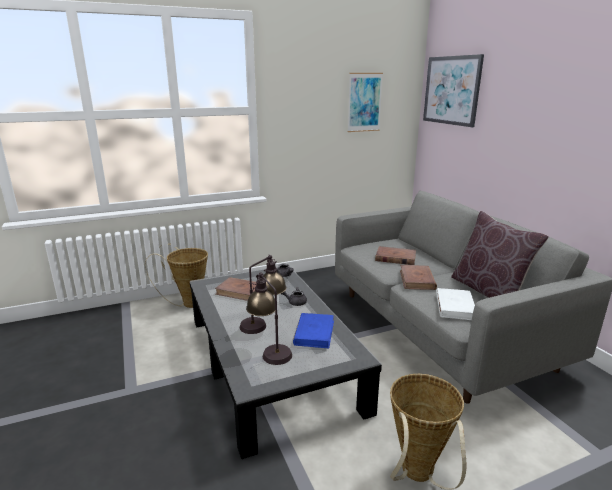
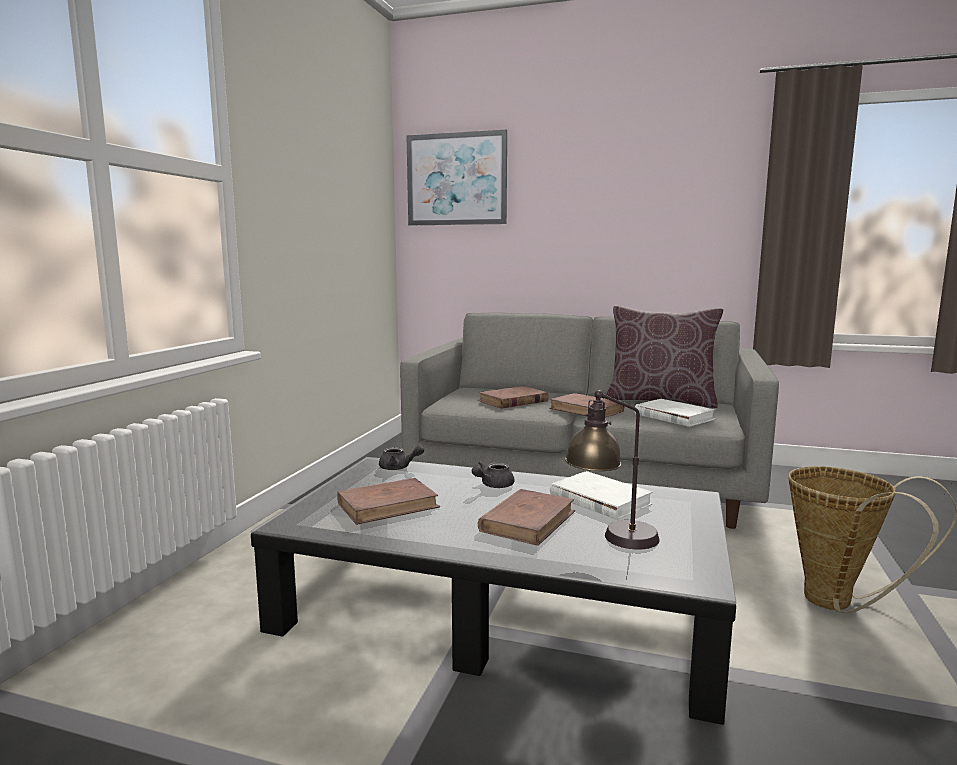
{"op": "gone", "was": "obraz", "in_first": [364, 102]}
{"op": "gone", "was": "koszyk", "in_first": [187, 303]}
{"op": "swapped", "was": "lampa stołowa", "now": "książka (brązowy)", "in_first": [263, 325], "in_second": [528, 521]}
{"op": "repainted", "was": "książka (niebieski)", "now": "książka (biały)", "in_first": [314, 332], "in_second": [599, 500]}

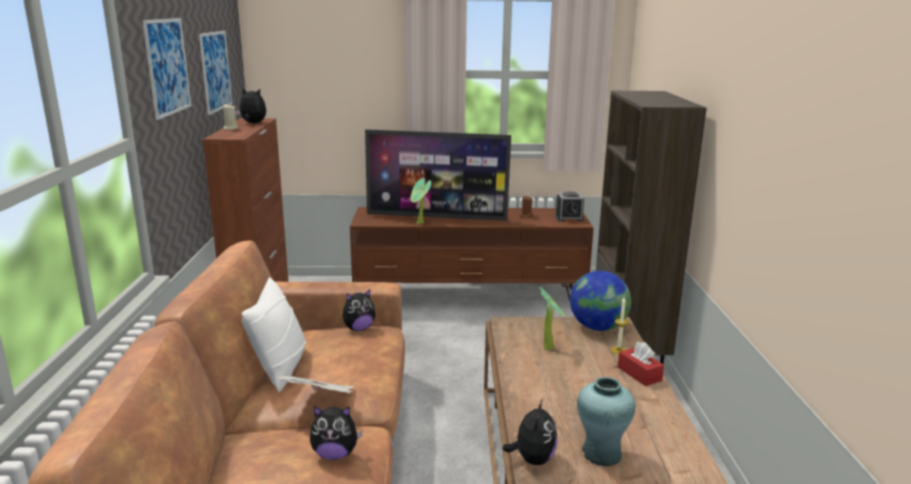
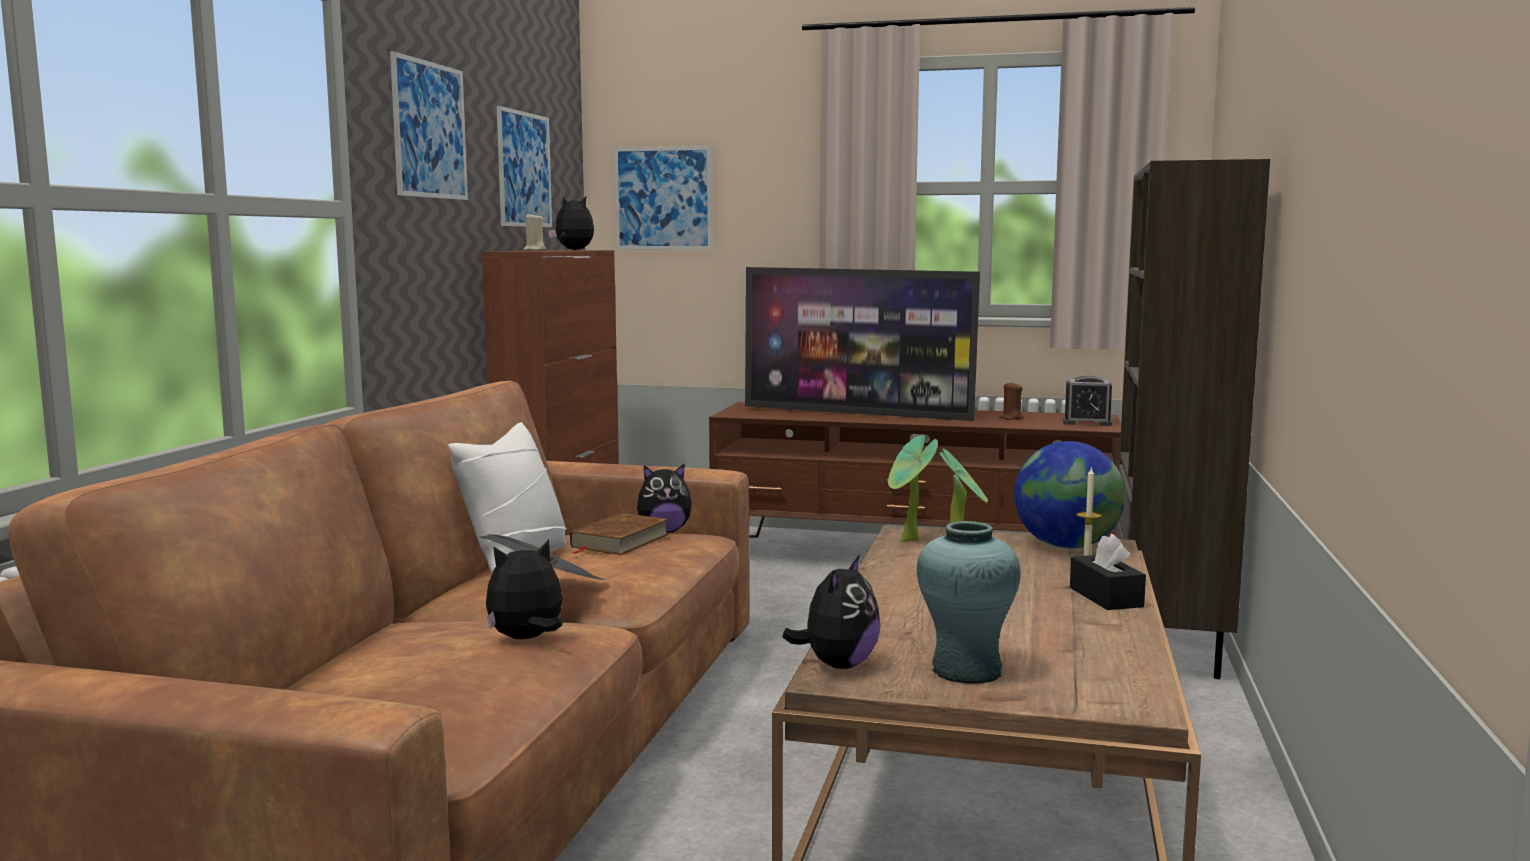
{"op": "shifted", "was": "roślina doniczkowa", "in_first": [420, 223], "in_second": [909, 541]}
{"op": "repainted", "was": "pudełko chusteczek (czerwony)", "now": "pudełko chusteczek (czarny)", "in_first": [639, 374], "in_second": [1105, 597]}
{"op": "rotated", "was": "pluszak", "in_first": [335, 454], "in_second": [527, 639], "clockwise": 135}
{"op": "new", "now": "obraz", "in_second": [663, 198]}
{"op": "new", "now": "książka (brązowy)", "in_second": [619, 541]}

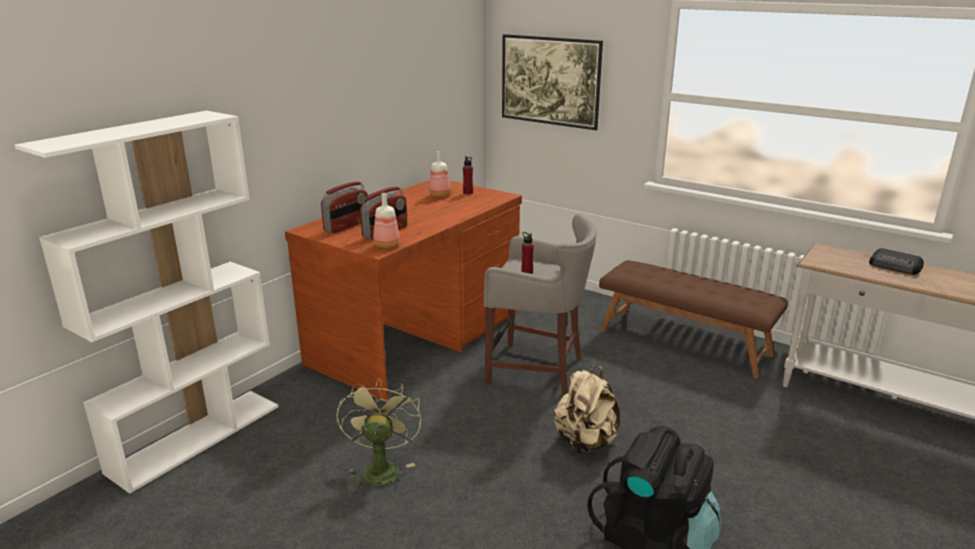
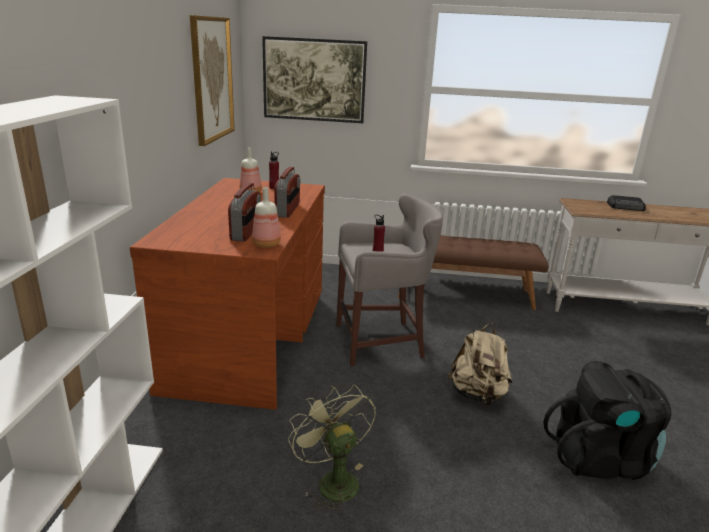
{"op": "shifted", "was": "radio", "in_first": [347, 226], "in_second": [288, 210]}
{"op": "new", "now": "obraz", "in_second": [211, 79]}

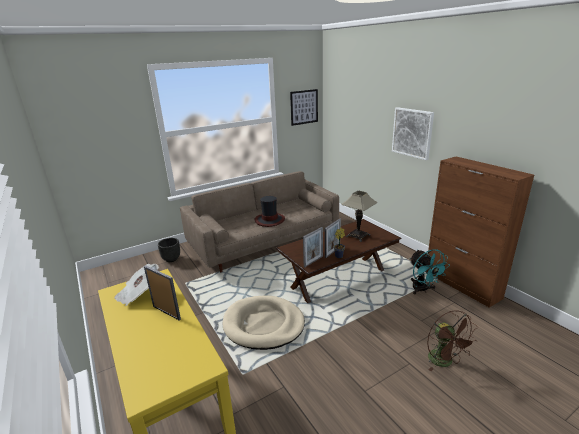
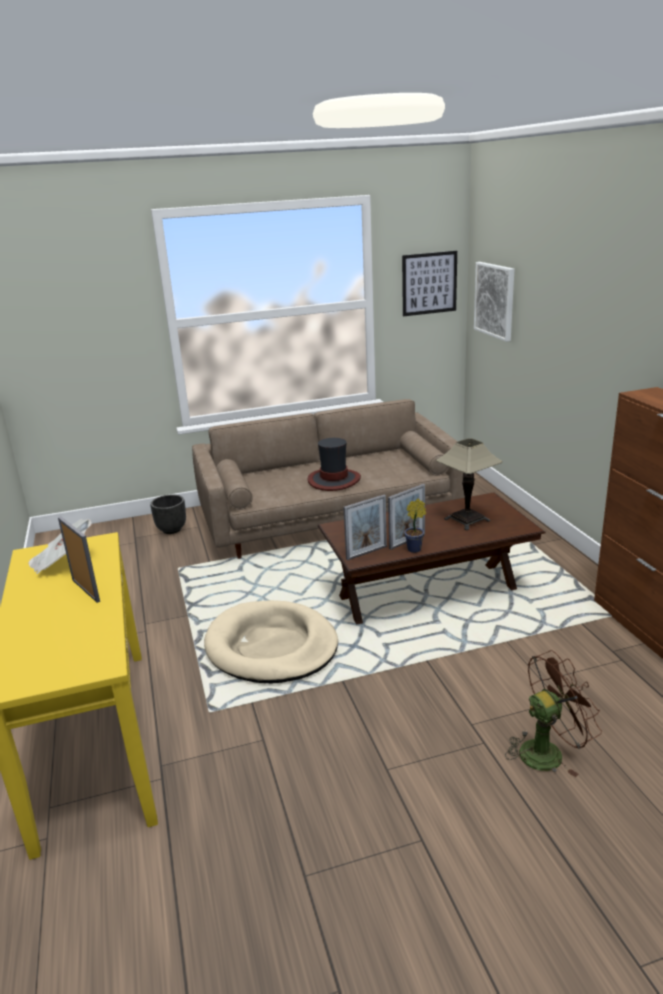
{"op": "shifted", "was": "obraz", "in_first": [412, 133], "in_second": [495, 300]}
{"op": "gone", "was": "wentylator (turkusowy)", "in_first": [423, 290]}
{"op": "rotated", "was": "wentylator (brązowy)", "in_first": [444, 362], "in_second": [548, 751], "clockwise": -105}

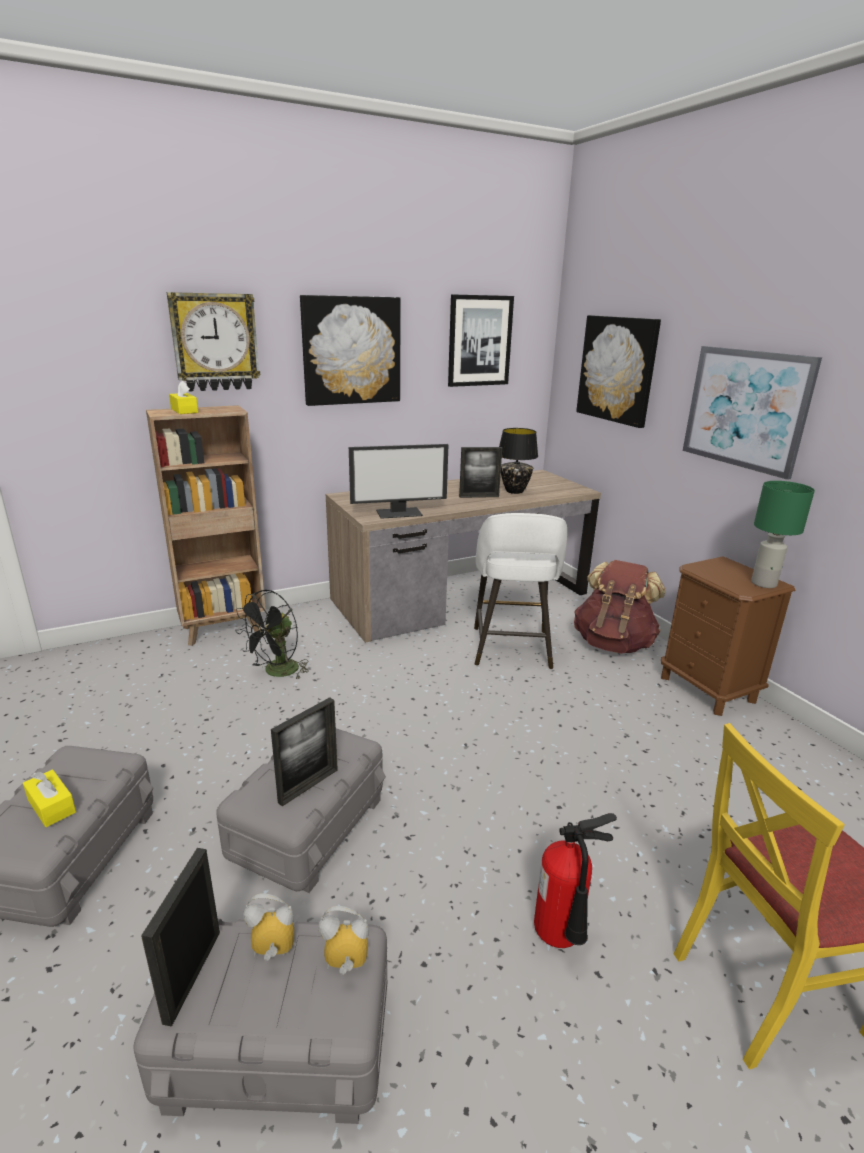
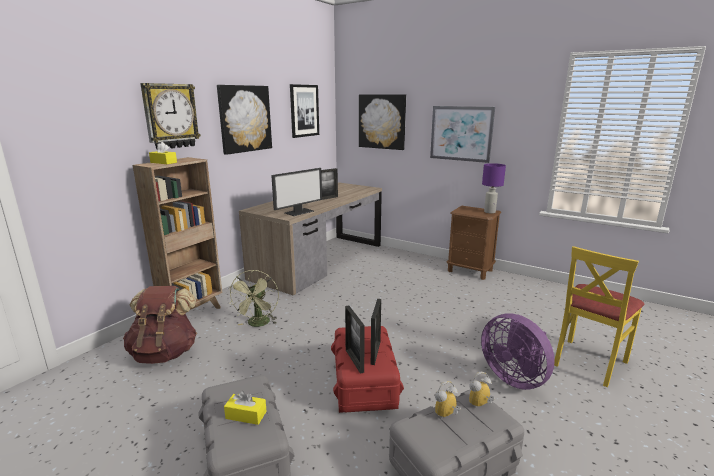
{"op": "gone", "was": "lampa stołowa (czarny)", "in_first": [514, 491]}
{"op": "repainted", "was": "lampa stołowa (zielony)", "now": "lampa stołowa (fioletowy)", "in_first": [763, 583], "in_second": [489, 212]}
{"op": "gone", "was": "stołek (biały)", "in_first": [511, 649]}
{"op": "shifted", "was": "plecak (brązowy)", "in_first": [613, 643], "in_second": [165, 353]}
{"op": "repainted", "was": "wentylator (czarny)", "now": "wentylator (zielony)", "in_first": [277, 672], "in_second": [258, 324]}
{"op": "repainted", "was": "pojemnik do przechowywania (szary)", "now": "pojemnik do przechowywania (czerwony)", "in_first": [307, 825], "in_second": [363, 383]}
{"op": "swapped", "was": "gaśnica", "now": "wentylator (fioletowy)", "in_first": [562, 938], "in_second": [514, 377]}
{"op": "shifted", "was": "ramka na zdjęcie", "in_first": [192, 975], "in_second": [354, 361]}

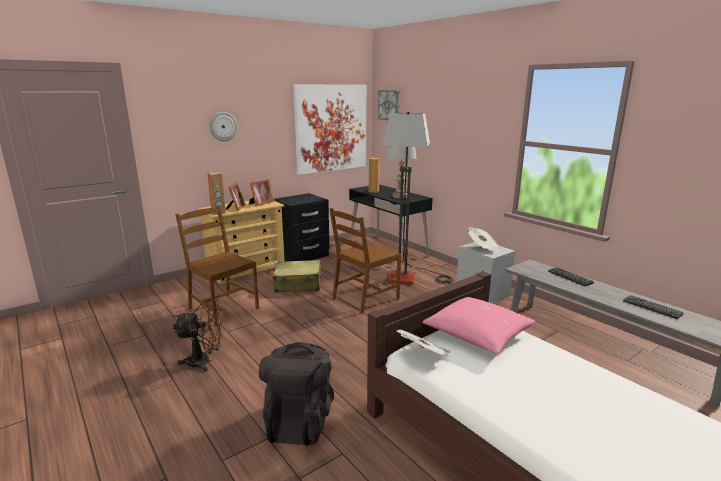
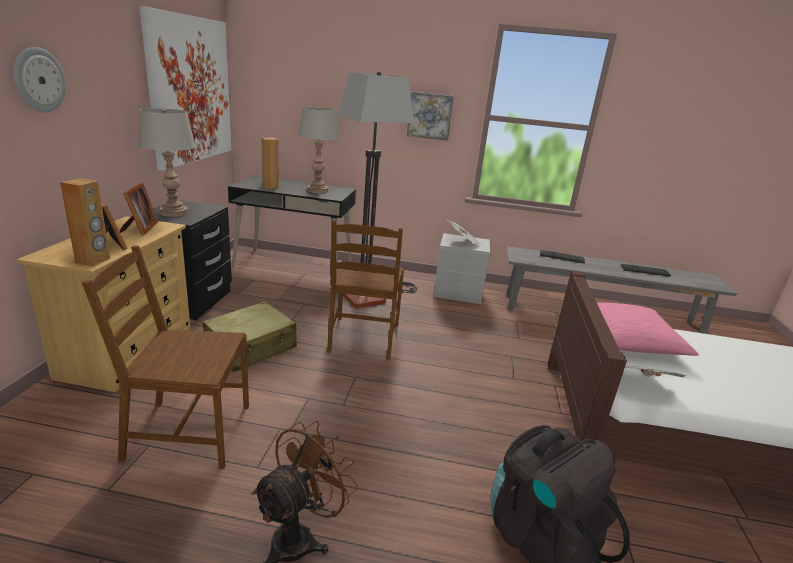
{"op": "shifted", "was": "obraz", "in_first": [389, 105], "in_second": [430, 116]}
{"op": "new", "now": "lampa stołowa (szary)", "in_second": [174, 213]}

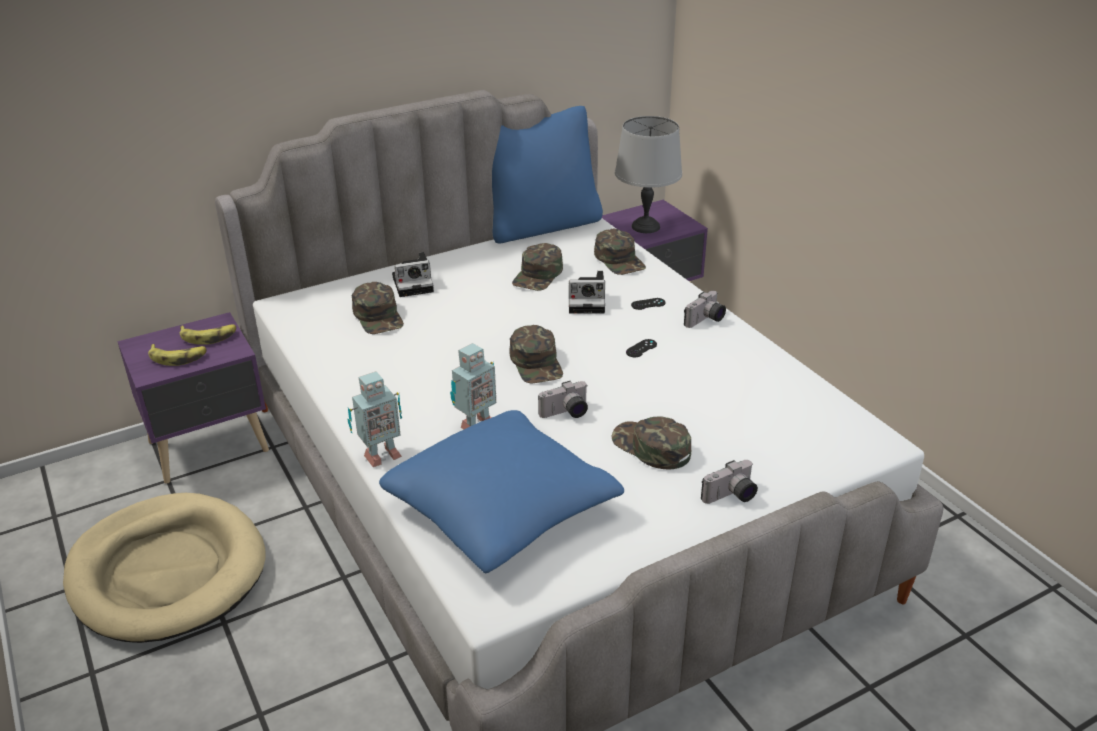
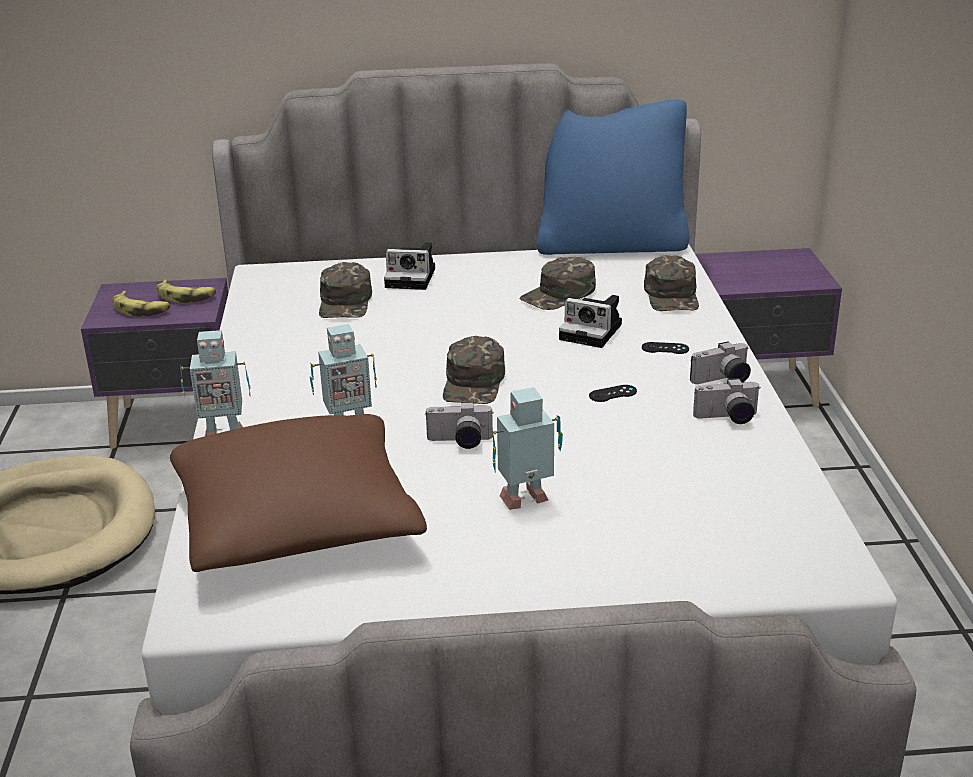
{"op": "gone", "was": "lampa stołowa (szary)", "in_first": [646, 227]}
{"op": "repainted", "was": "poduszka (niebieski)", "now": "poduszka (brązowy)", "in_first": [501, 510], "in_second": [297, 522]}
{"op": "swapped", "was": "czapka z daszkiem (zielony)", "now": "robot zabawkowy", "in_first": [650, 447], "in_second": [527, 501]}
{"op": "shifted", "was": "aparat fotograficzny", "in_first": [731, 497], "in_second": [727, 418]}

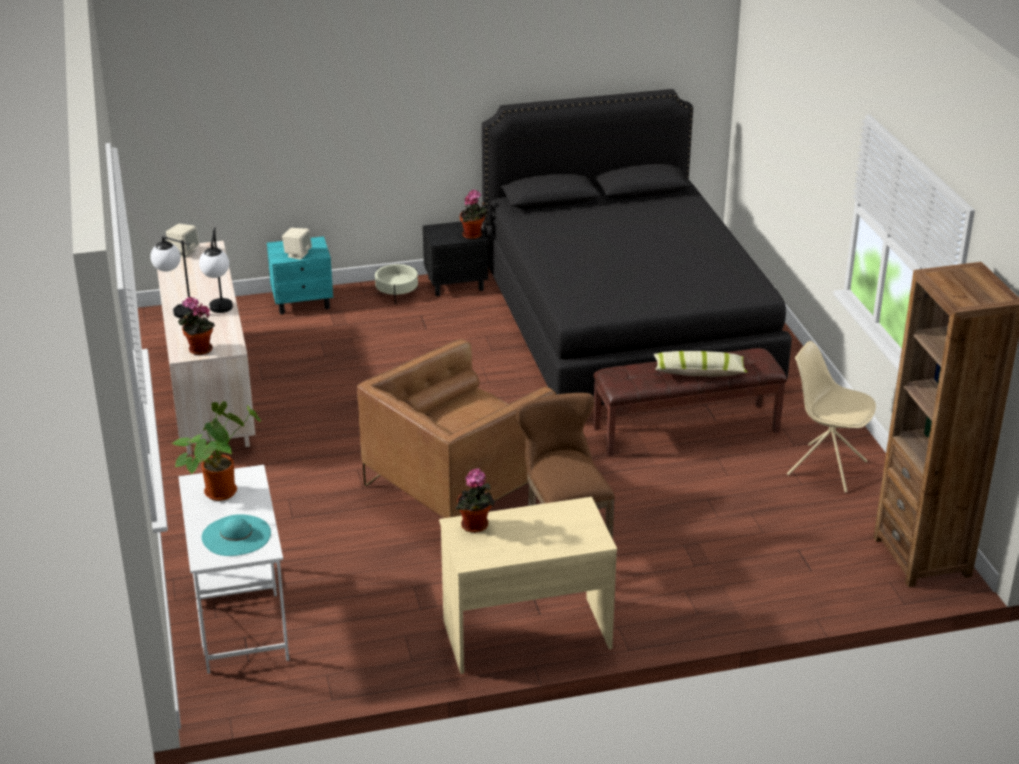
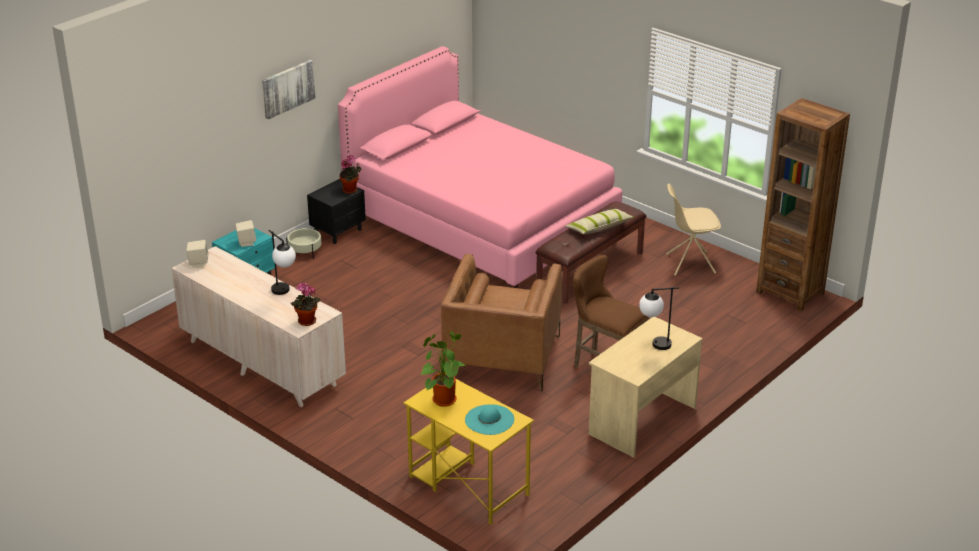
{"op": "repainted", "was": "łóżko (czarny)", "now": "łóżko (różowy)", "in_first": [624, 328], "in_second": [481, 222]}
{"op": "shifted", "was": "lampa stołowa", "in_first": [177, 310], "in_second": [654, 345]}
{"op": "repainted", "was": "biurko (biały)", "now": "biurko (żółty)", "in_first": [240, 617], "in_second": [467, 485]}
{"op": "gone", "was": "roślina doniczkowa", "in_first": [475, 527]}
{"op": "new", "now": "obraz", "in_second": [288, 88]}

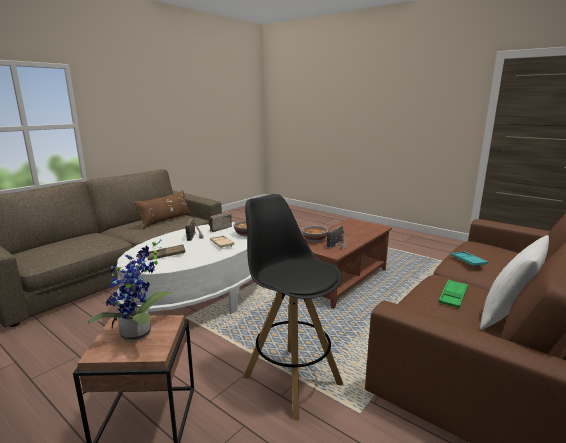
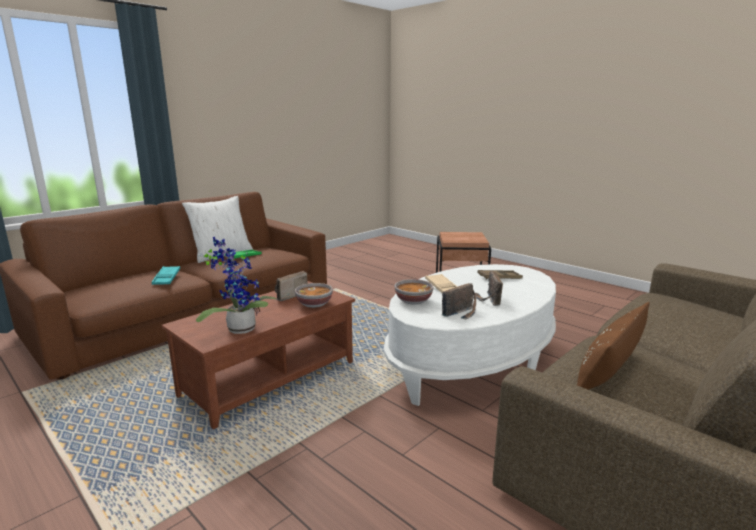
{"op": "gone", "was": "stołek (czarny)", "in_first": [291, 379]}
{"op": "shifted", "was": "roślina doniczkowa", "in_first": [139, 335], "in_second": [239, 328]}

